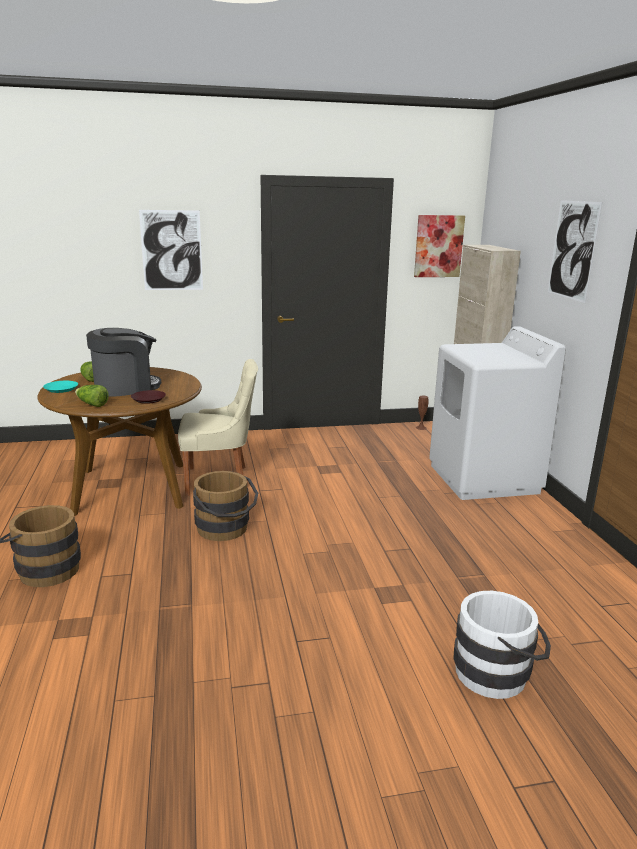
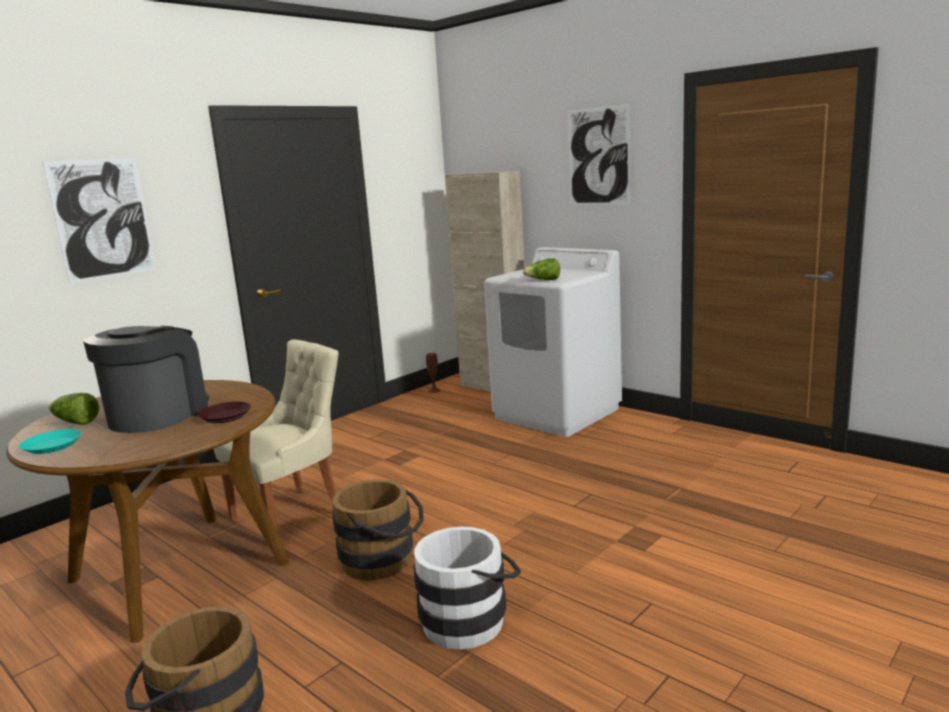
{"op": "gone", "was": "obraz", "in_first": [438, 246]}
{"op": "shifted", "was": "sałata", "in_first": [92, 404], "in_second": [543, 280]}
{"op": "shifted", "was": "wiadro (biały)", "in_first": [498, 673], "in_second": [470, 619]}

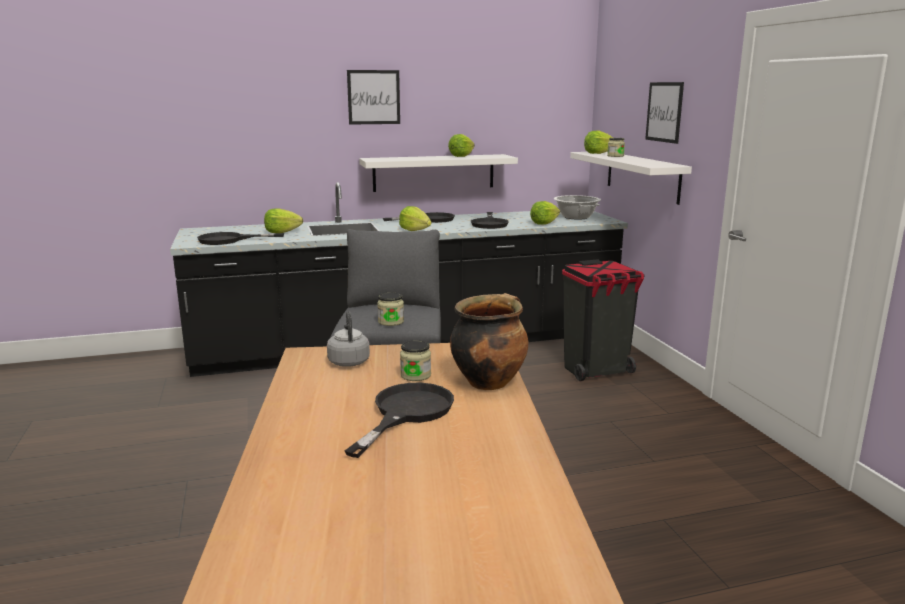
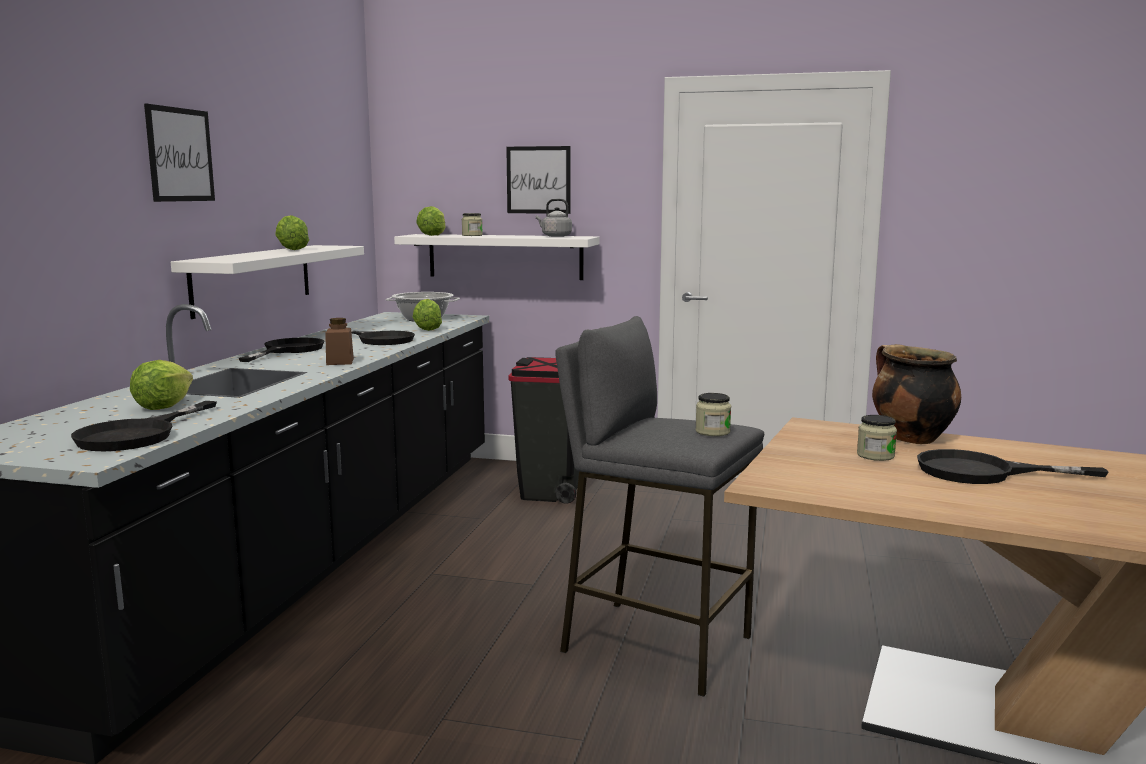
{"op": "swapped", "was": "sałata", "now": "słoik (brązowy)", "in_first": [415, 230], "in_second": [340, 361]}
{"op": "shifted", "was": "czajnik (szary)", "in_first": [349, 361], "in_second": [555, 236]}
{"op": "rotated", "was": "patelnia (czarny)", "in_first": [406, 413], "in_second": [982, 472], "clockwise": -45}

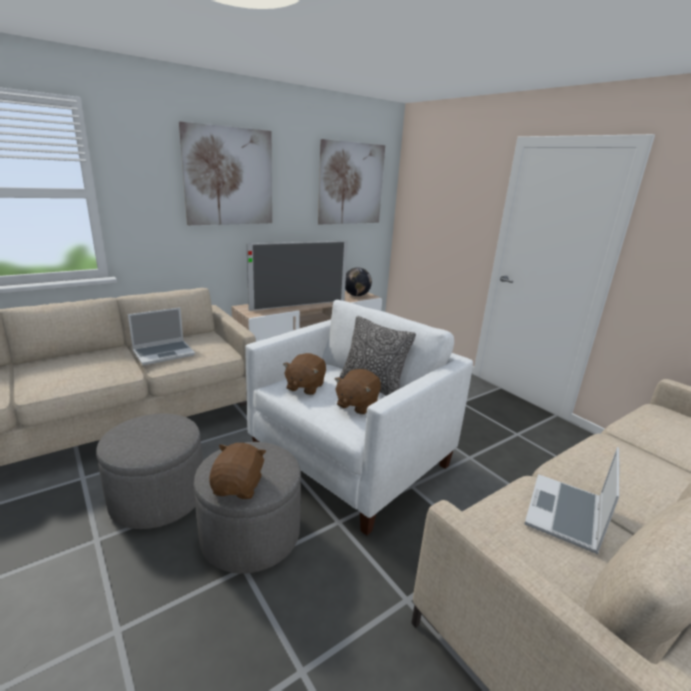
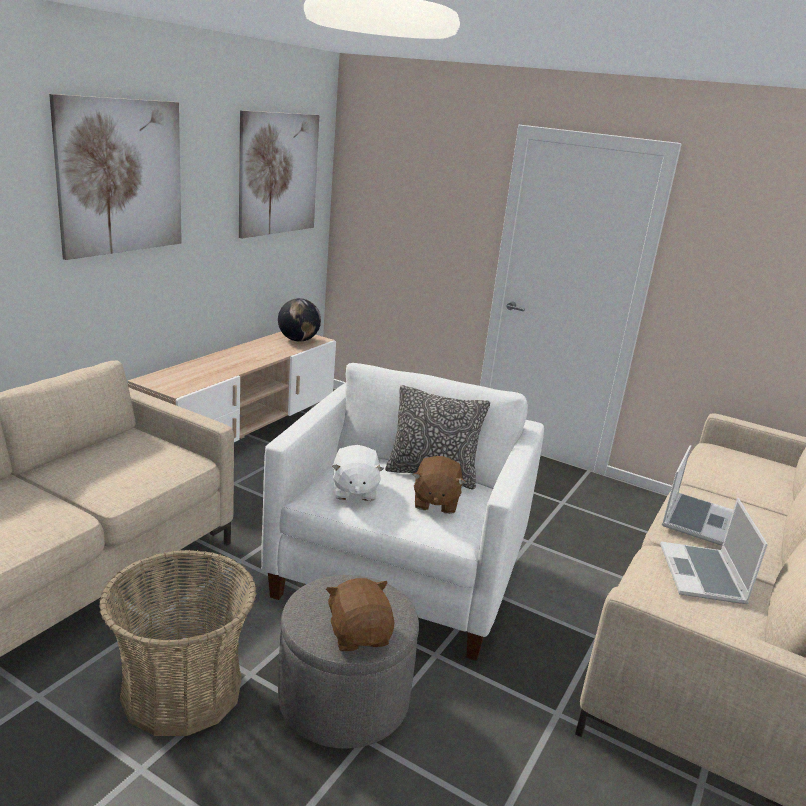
{"op": "gone", "was": "telewizor", "in_first": [299, 305]}
{"op": "shifted", "was": "laptop", "in_first": [164, 353], "in_second": [695, 519]}
{"op": "repainted", "was": "pluszak (brązowy)", "now": "pluszak (biały)", "in_first": [305, 386], "in_second": [354, 491]}
{"op": "swapped", "was": "pufa (szary)", "now": "koszyk", "in_first": [158, 497], "in_second": [182, 690]}

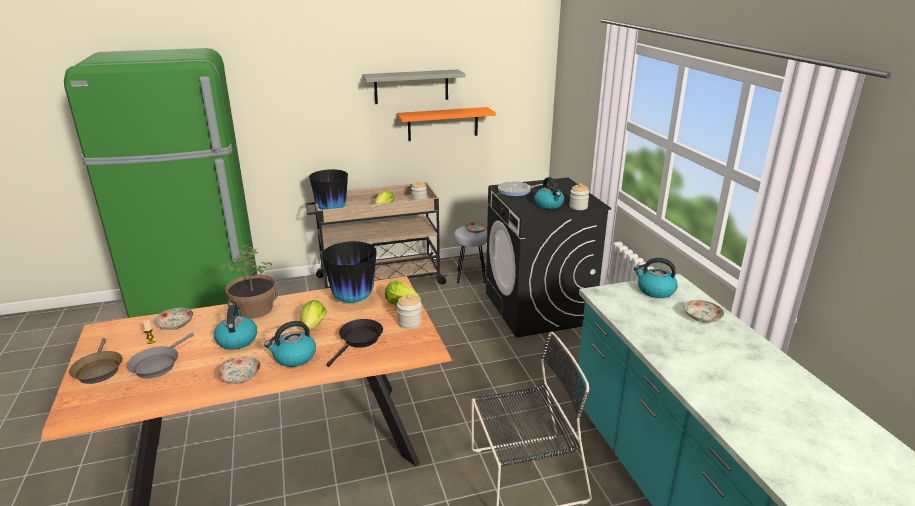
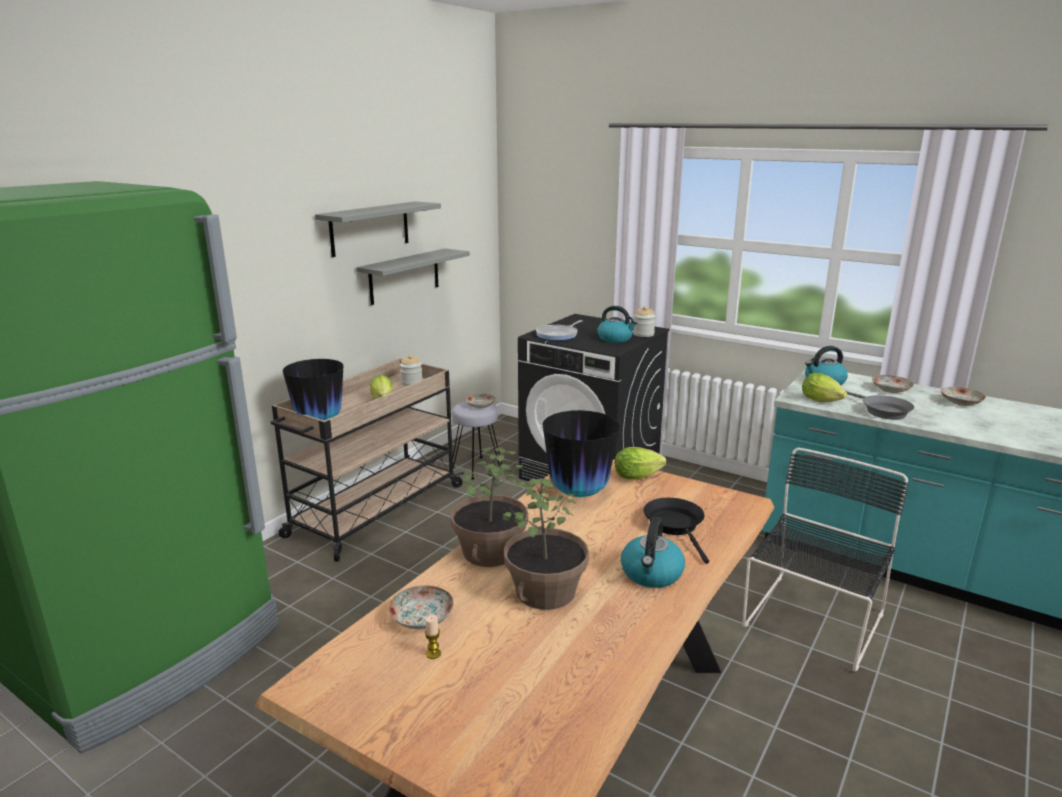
{"op": "repainted", "was": "półka (pomarańczowy)", "now": "półka (szary)", "in_first": [443, 124], "in_second": [404, 276]}
{"op": "gone", "was": "słoik", "in_first": [409, 322]}
{"op": "shifted", "was": "sałata", "in_first": [312, 328], "in_second": [823, 401]}
{"op": "swapped", "was": "czajnik", "now": "roślina doniczkowa", "in_first": [237, 340], "in_second": [546, 591]}
{"op": "shifted", "was": "patelnia (szary)", "in_first": [158, 365], "in_second": [882, 411]}
{"op": "gone", "was": "patelnia (brązowy)", "in_first": [98, 370]}
{"op": "shifted", "was": "talerz", "in_first": [240, 376], "in_second": [960, 402]}

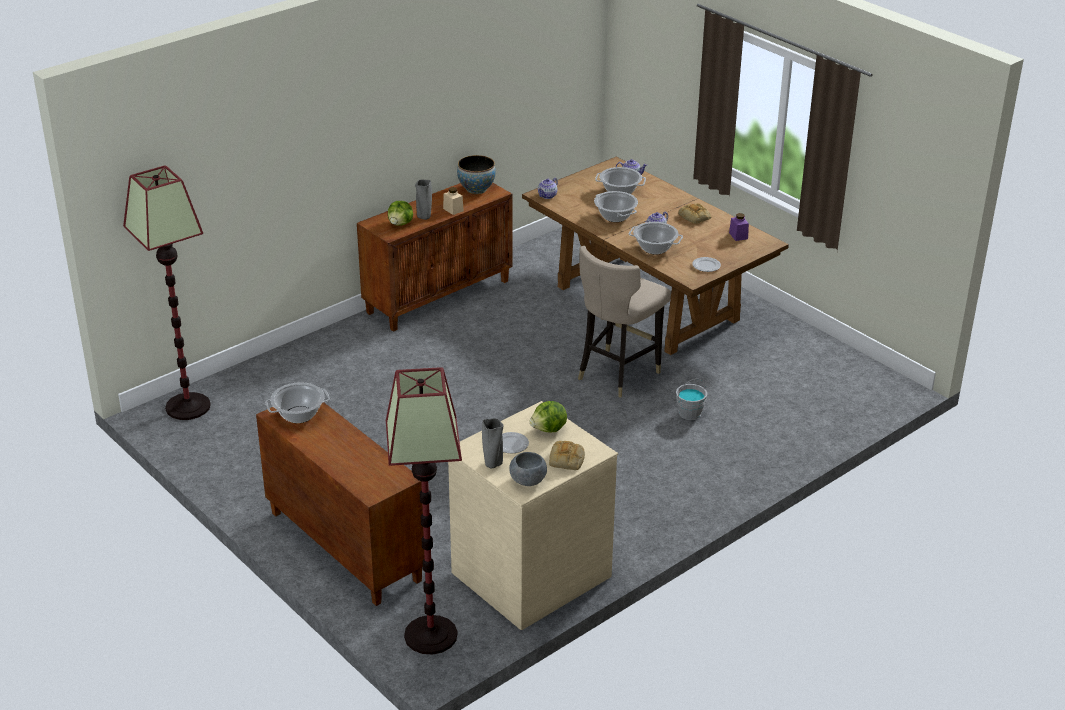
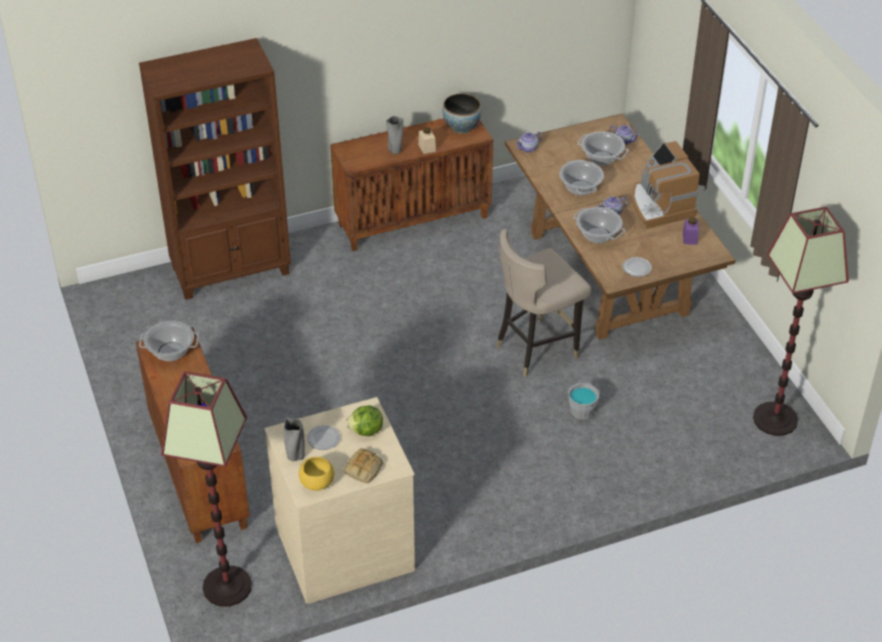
{"op": "shifted", "was": "lampa stojąca", "in_first": [188, 406], "in_second": [775, 419]}
{"op": "gone", "was": "sałata", "in_first": [400, 224]}
{"op": "swapped", "was": "chleb", "now": "ekspres do kawy", "in_first": [695, 217], "in_second": [659, 205]}
{"op": "repainted", "was": "miska (szary)", "now": "miska (żółty)", "in_first": [528, 480], "in_second": [317, 482]}
{"op": "new", "now": "regał (brązowy)", "in_second": [232, 270]}

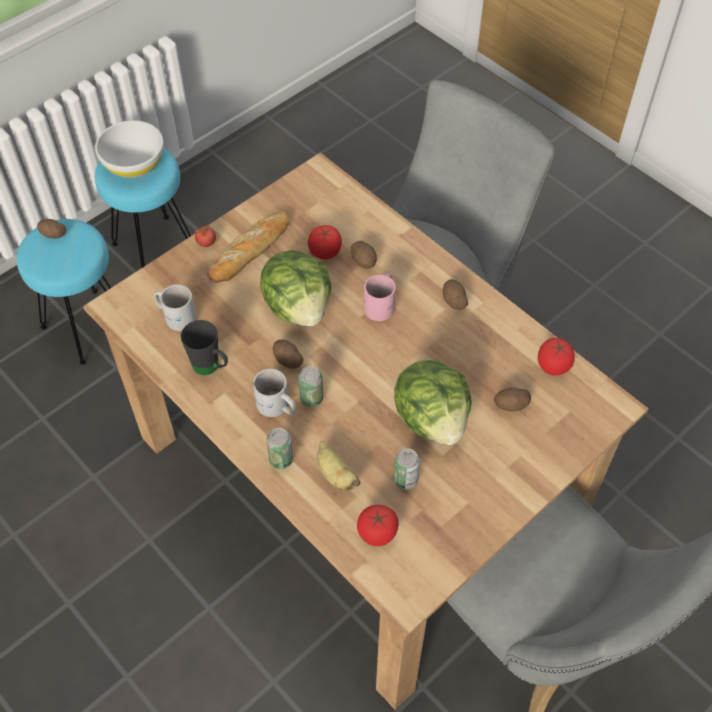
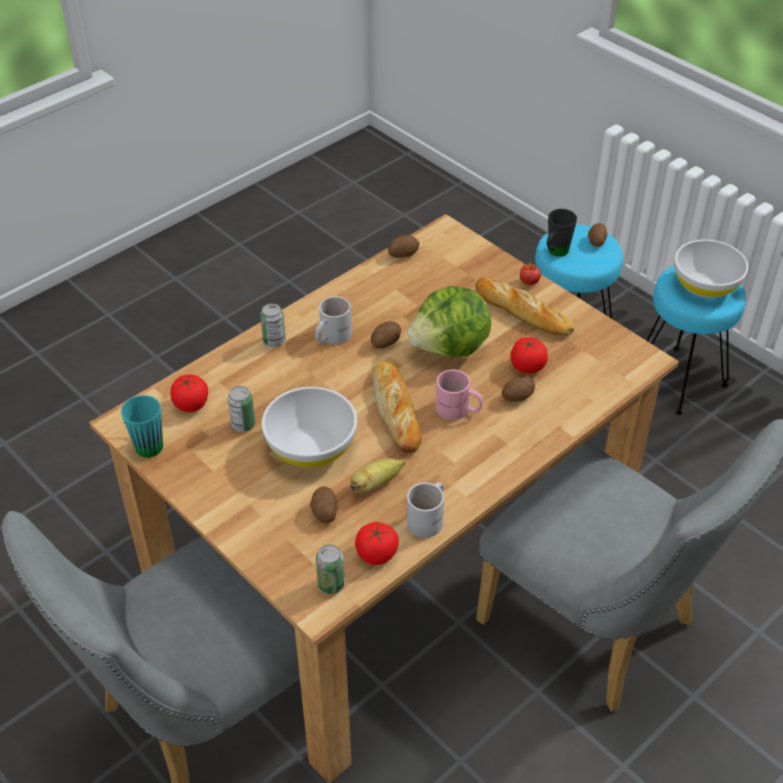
{"op": "shifted", "was": "ziemniak", "in_first": [453, 300], "in_second": [403, 253]}
{"op": "shifted", "was": "kubek (biały)", "in_first": [176, 315], "in_second": [429, 518]}
{"op": "shifted", "was": "kubek (czarny)", "in_first": [211, 368], "in_second": [555, 253]}
{"op": "swapped", "was": "sałata", "now": "miska (biały)", "in_first": [432, 418], "in_second": [311, 446]}
{"op": "shifted", "was": "puszka", "in_first": [311, 398], "in_second": [331, 584]}
{"op": "shifted", "was": "banan", "in_first": [335, 474], "in_second": [376, 484]}
{"op": "new", "now": "chleb", "in_second": [396, 410]}
{"op": "new", "now": "kubek (turkusowy)", "in_second": [146, 441]}

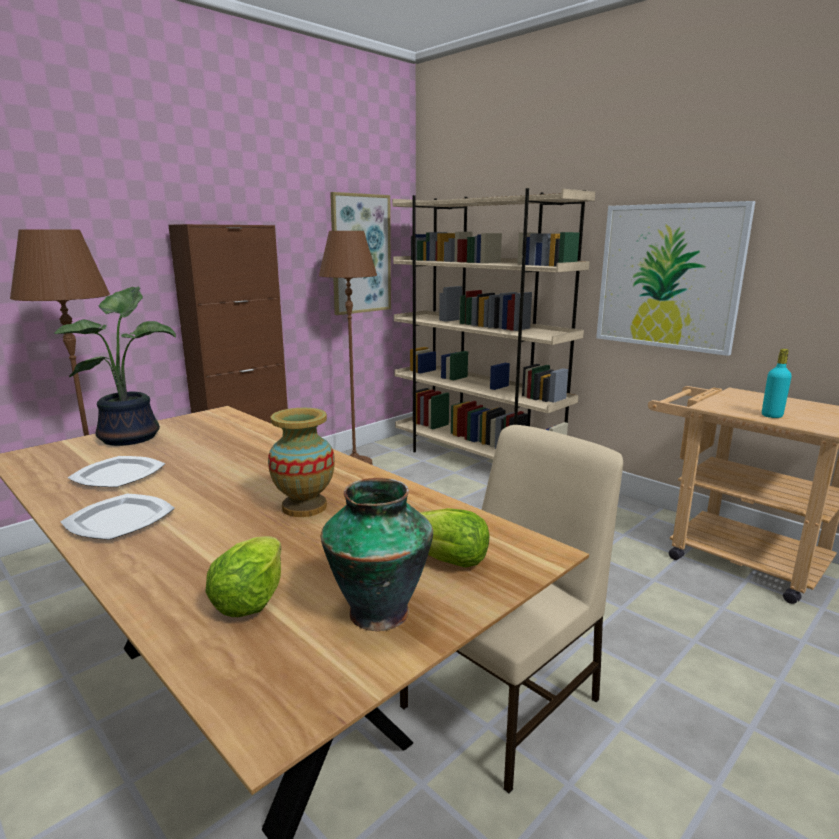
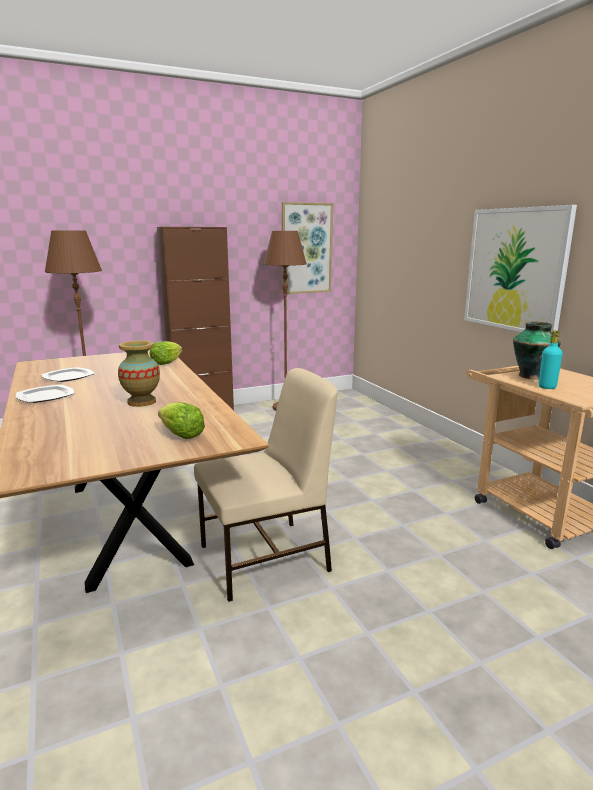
{"op": "gone", "was": "regał (beżowy)", "in_first": [477, 461]}
{"op": "gone", "was": "roślina doniczkowa", "in_first": [133, 437]}
{"op": "shifted", "was": "wazon", "in_first": [378, 610], "in_second": [530, 376]}
{"op": "shifted", "was": "sałata", "in_first": [250, 600], "in_second": [166, 363]}

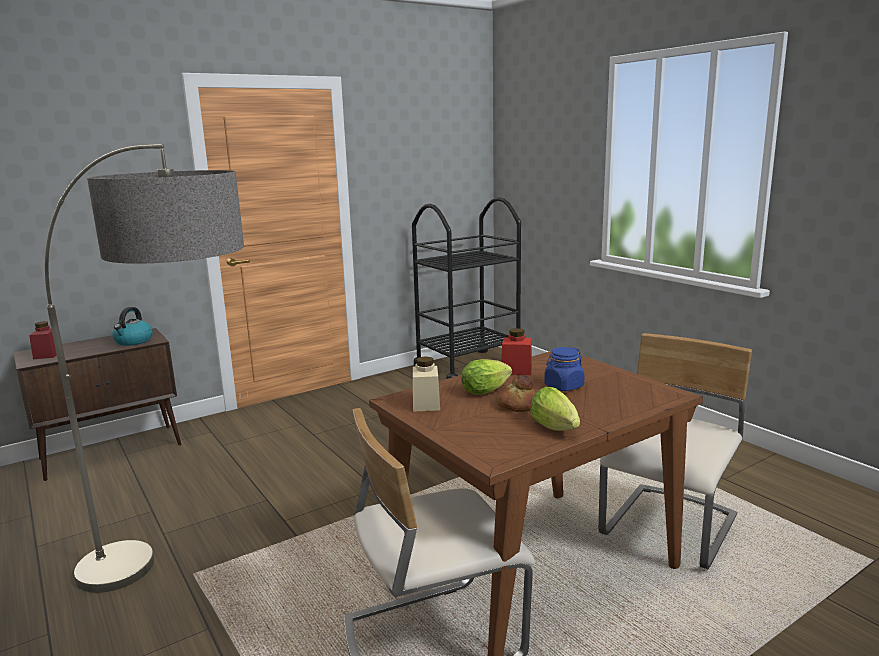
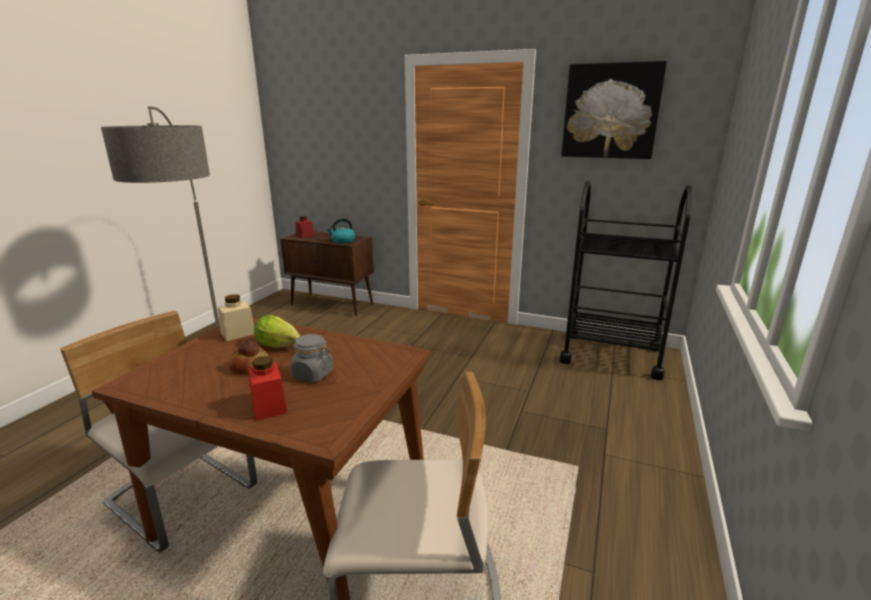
{"op": "shifted", "was": "słoik (czerwony)", "in_first": [516, 370], "in_second": [269, 406]}
{"op": "repainted", "was": "słoik (niebieski)", "now": "słoik (szary)", "in_first": [563, 386], "in_second": [312, 374]}
{"op": "gone", "was": "sałata", "in_first": [557, 429]}
{"op": "new", "now": "obraz", "in_second": [610, 111]}

